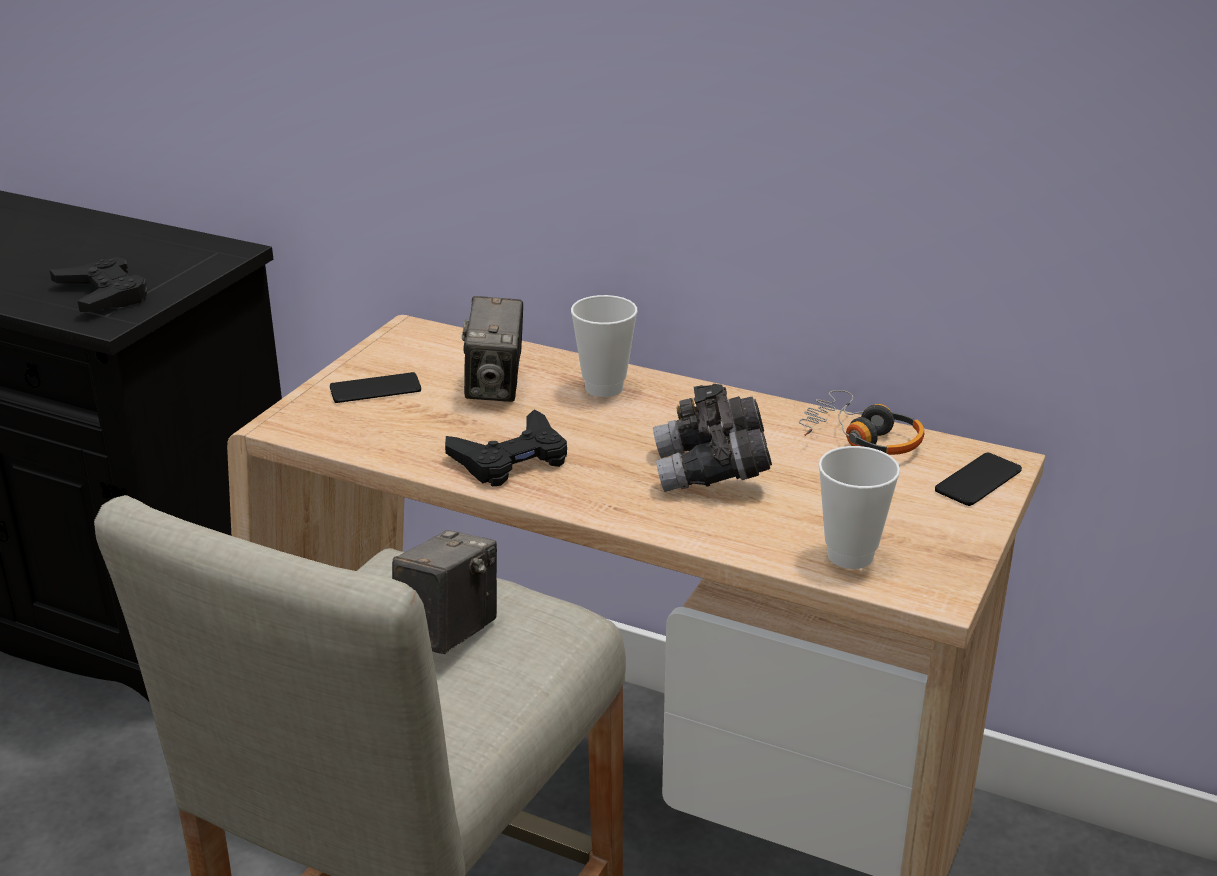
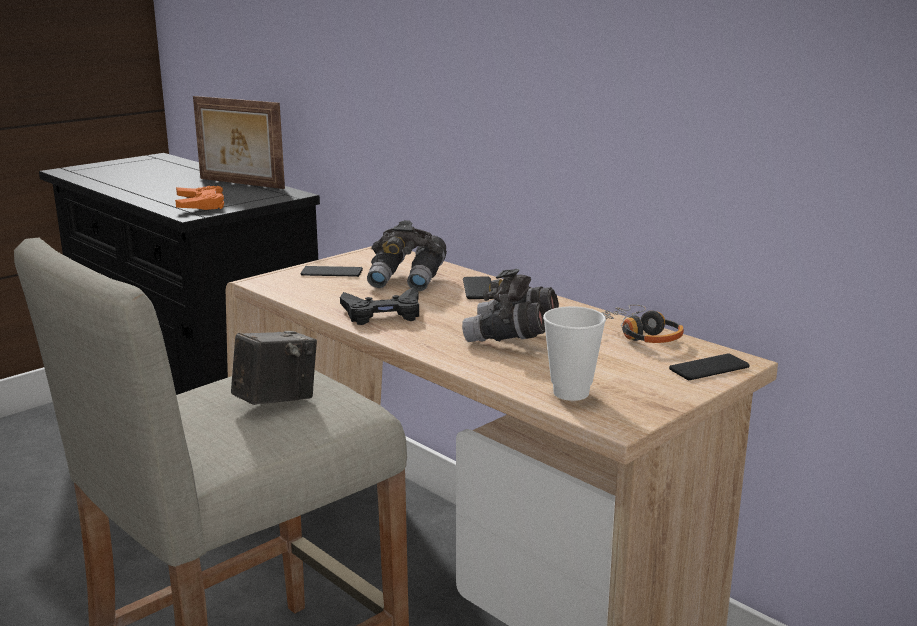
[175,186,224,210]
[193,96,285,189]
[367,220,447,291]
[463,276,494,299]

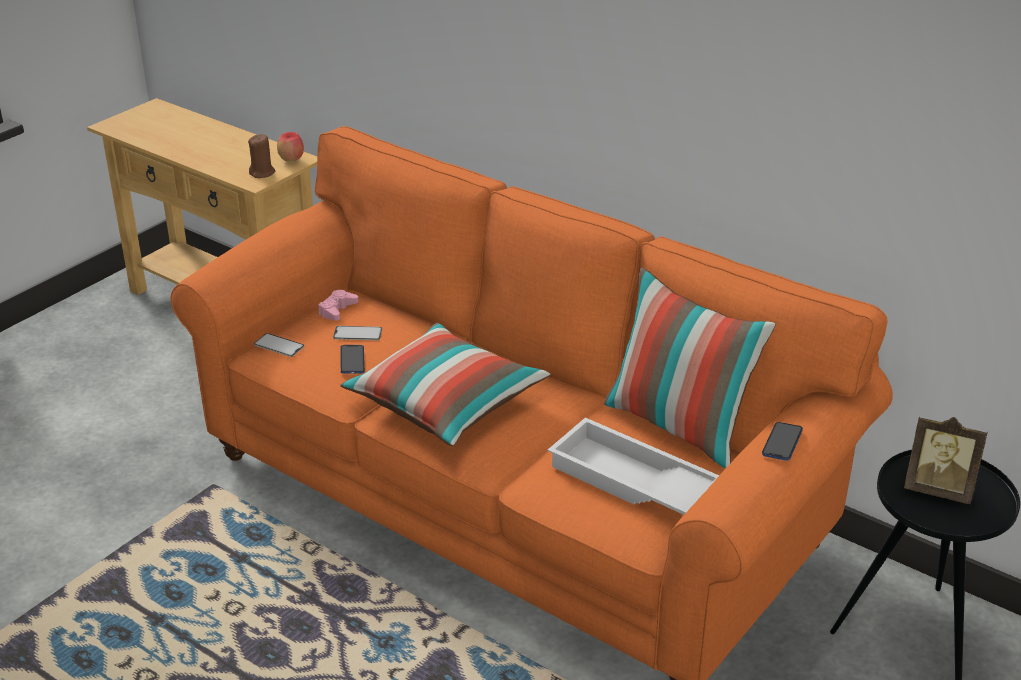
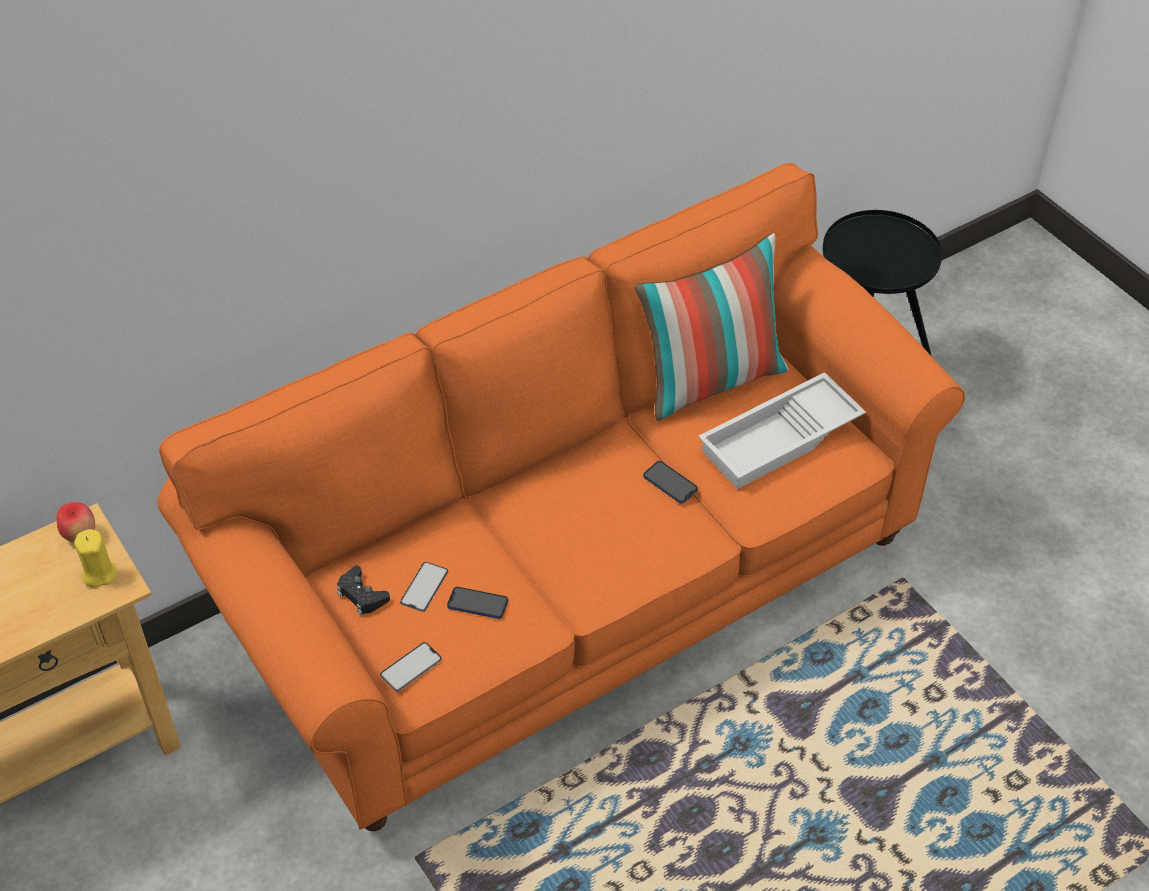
[74,529,116,588]
[337,566,390,615]
[643,461,698,504]
[341,323,550,446] (first image)
[904,416,988,504] (first image)

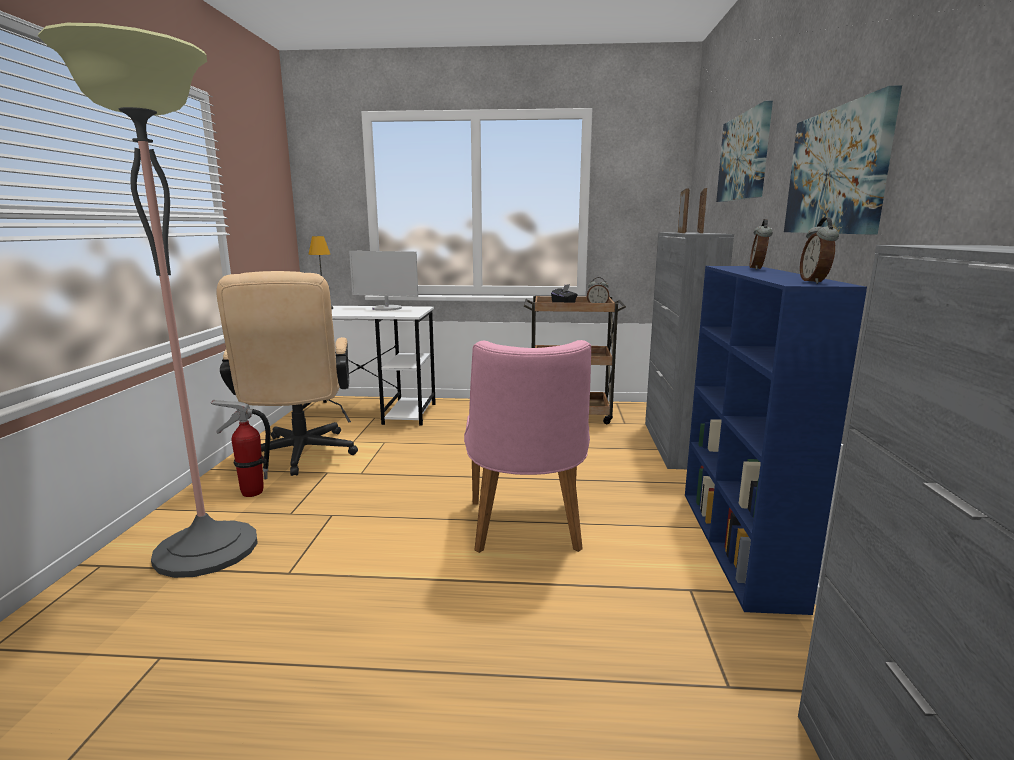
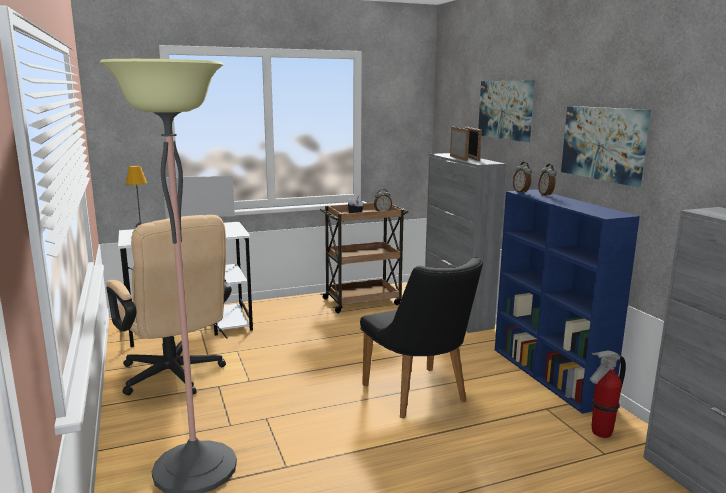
[360,257,483,419]
[513,162,532,194]
[590,350,626,438]

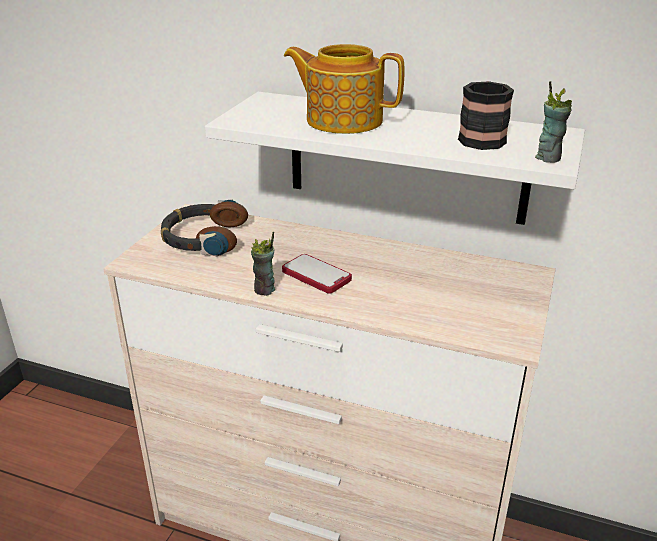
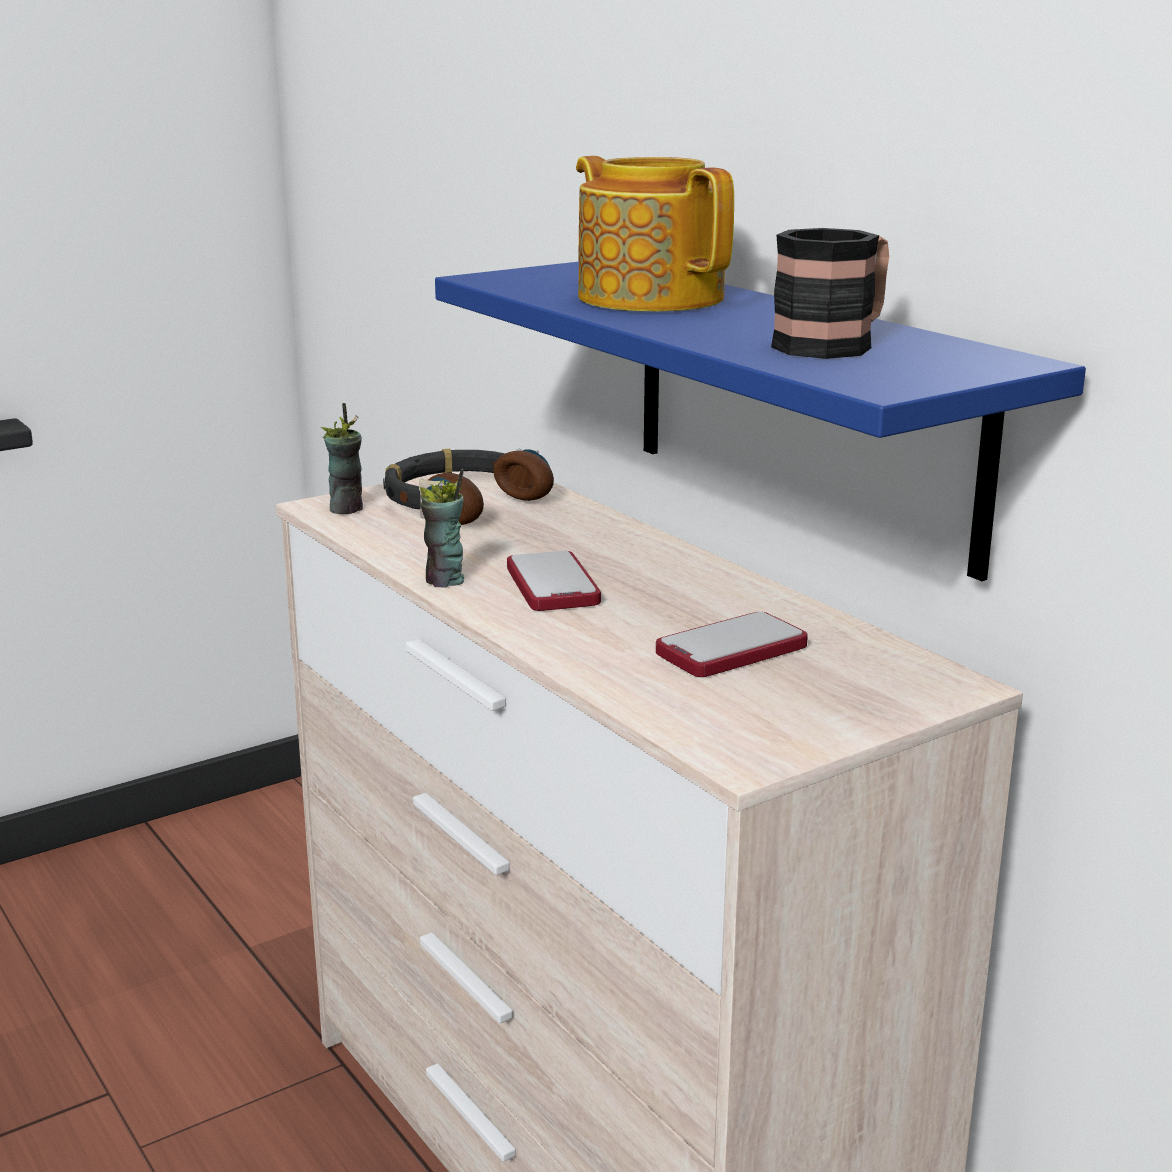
[320,403,363,514]
[435,262,1086,581]
[656,612,808,677]

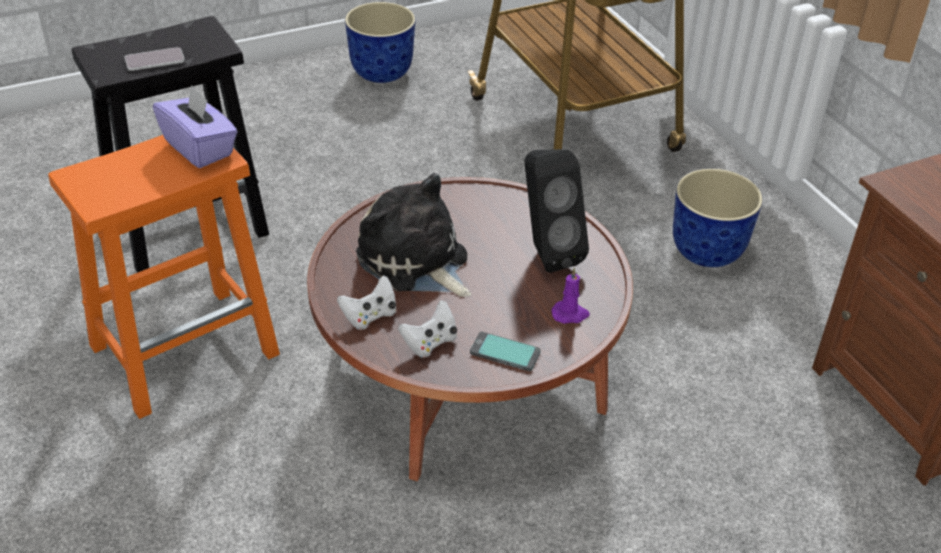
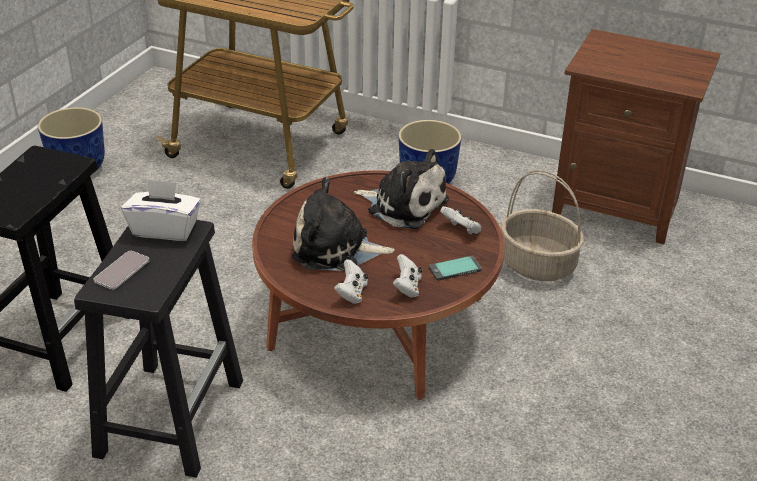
[74,220,243,478]
[94,251,149,290]
[121,179,201,241]
[354,149,449,229]
[440,206,481,235]
[501,170,584,281]

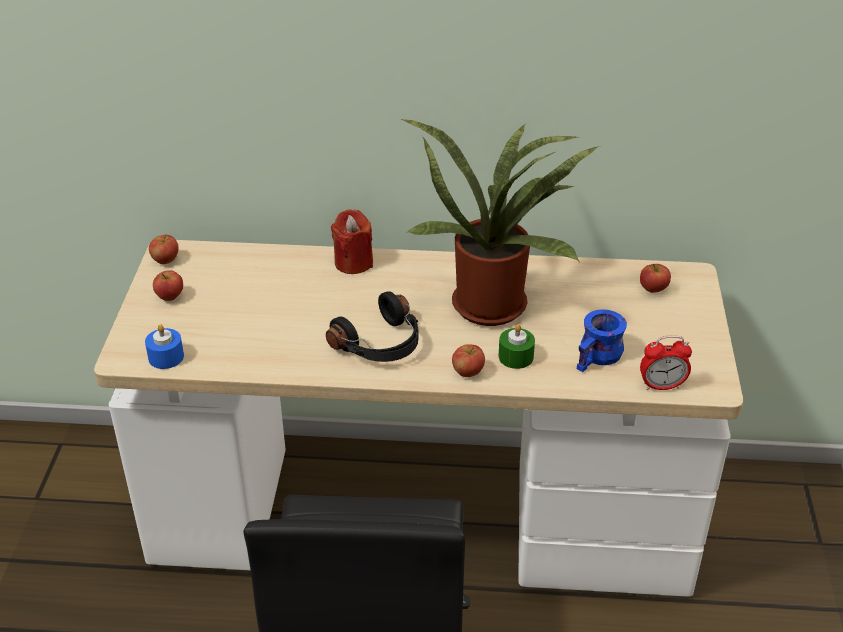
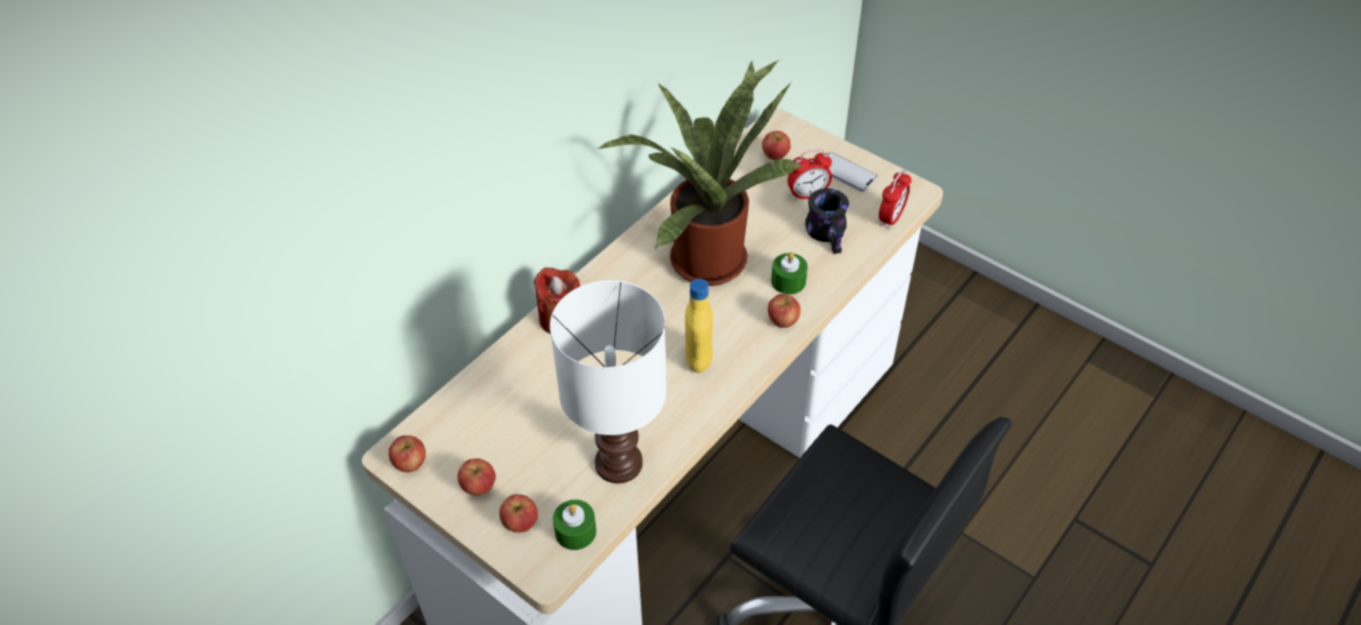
[499,494,538,532]
[550,280,667,484]
[553,500,596,550]
[685,279,713,373]
[787,149,832,201]
[805,188,849,254]
[828,152,877,192]

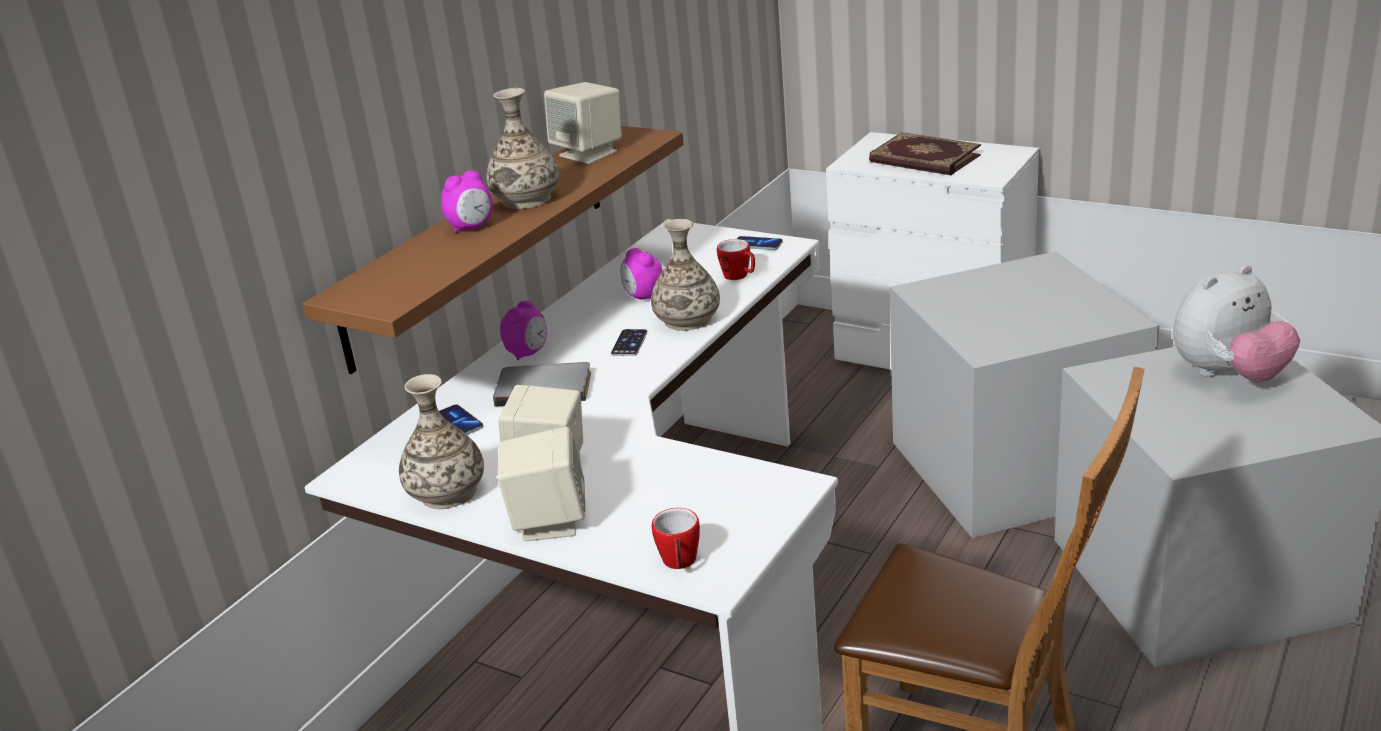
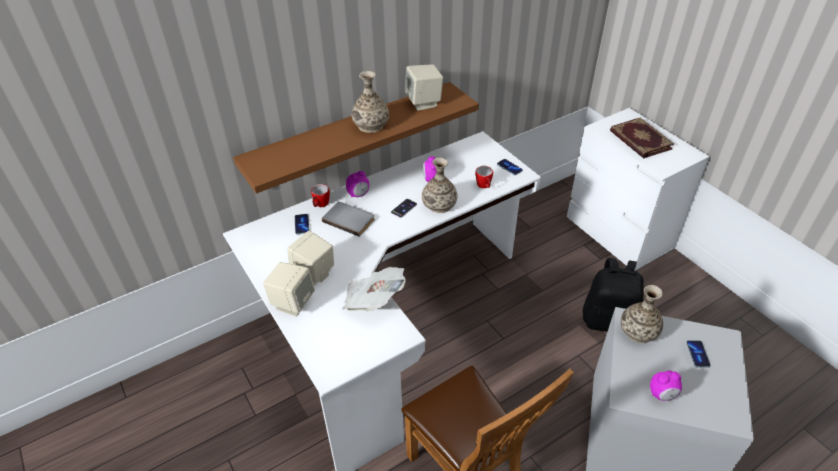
[311,184,330,207]
[342,267,406,311]
[583,258,644,332]
[620,285,663,343]
[650,370,682,401]
[686,340,711,368]

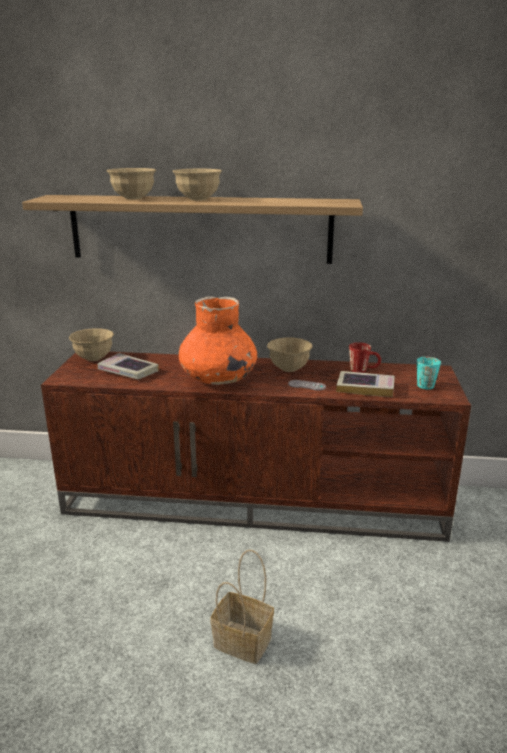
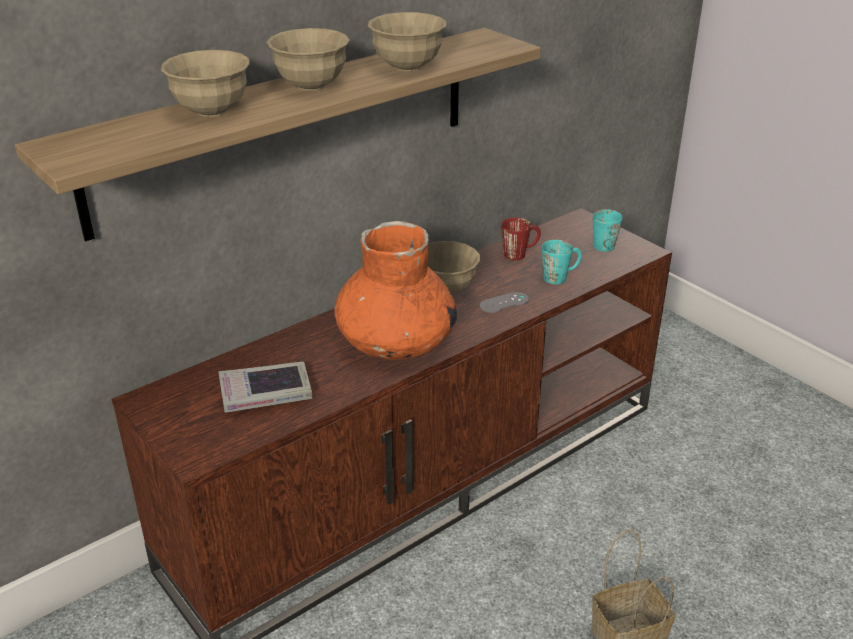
[368,12,446,71]
[542,240,582,284]

